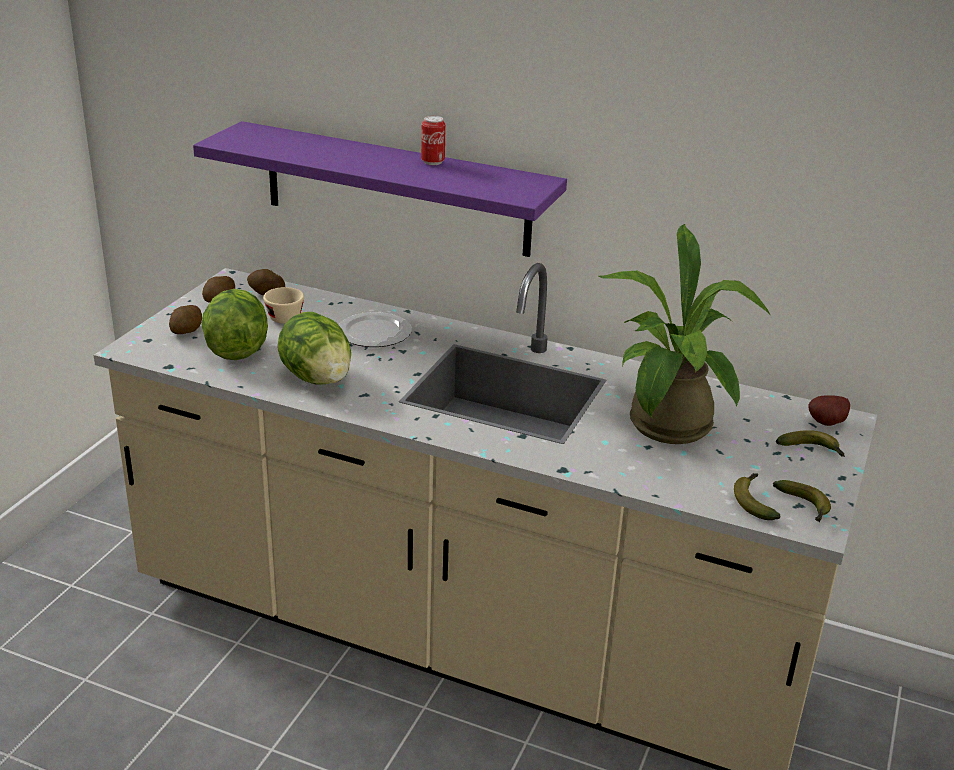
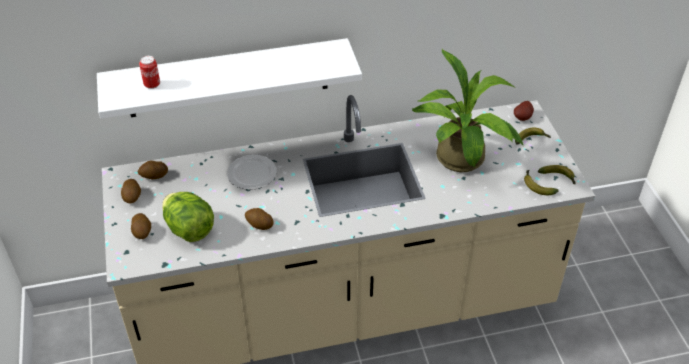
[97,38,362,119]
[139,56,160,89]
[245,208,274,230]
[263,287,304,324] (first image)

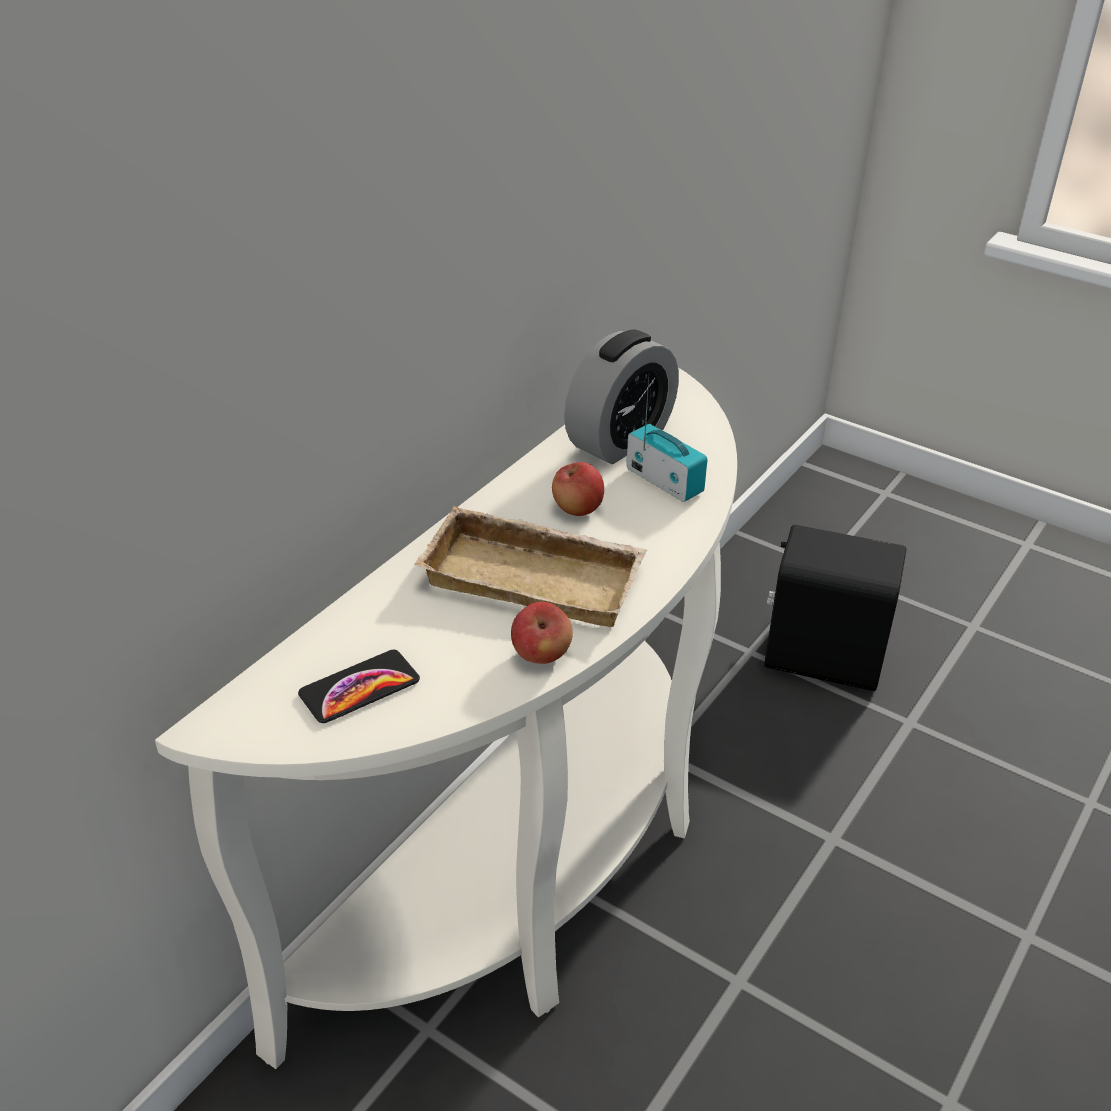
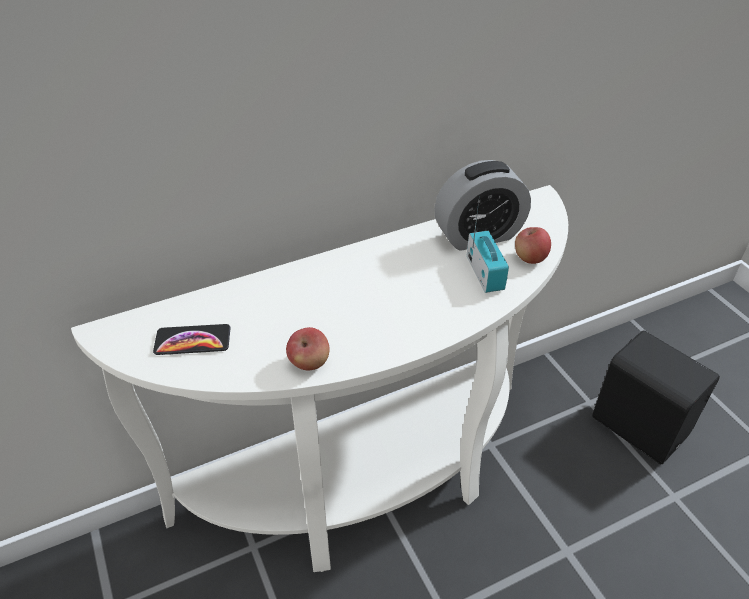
[515,227,551,264]
[415,506,647,627] (first image)

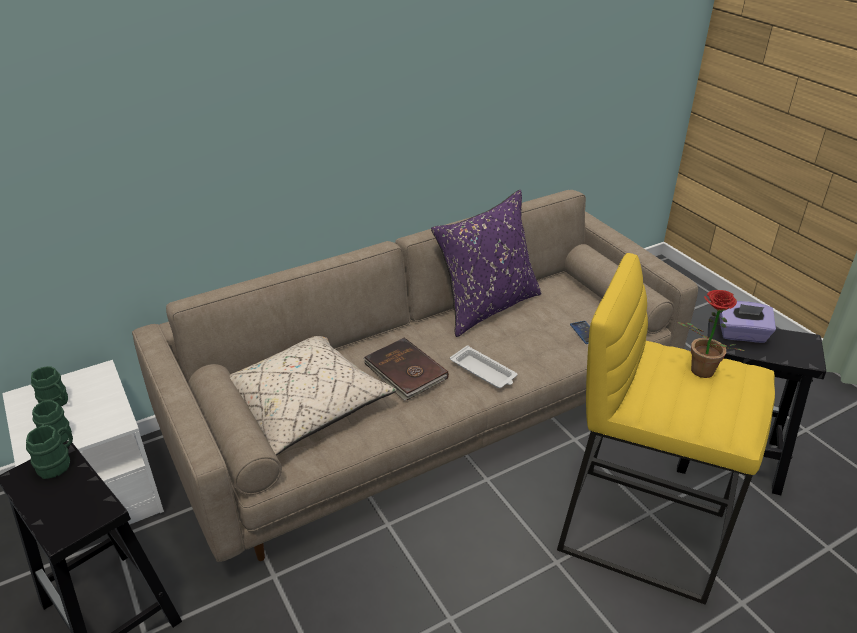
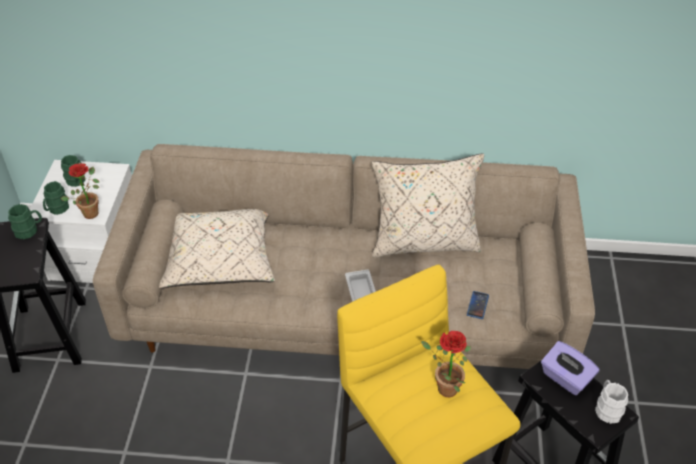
[61,163,99,219]
[371,153,484,258]
[595,380,628,424]
[363,337,449,401] (first image)

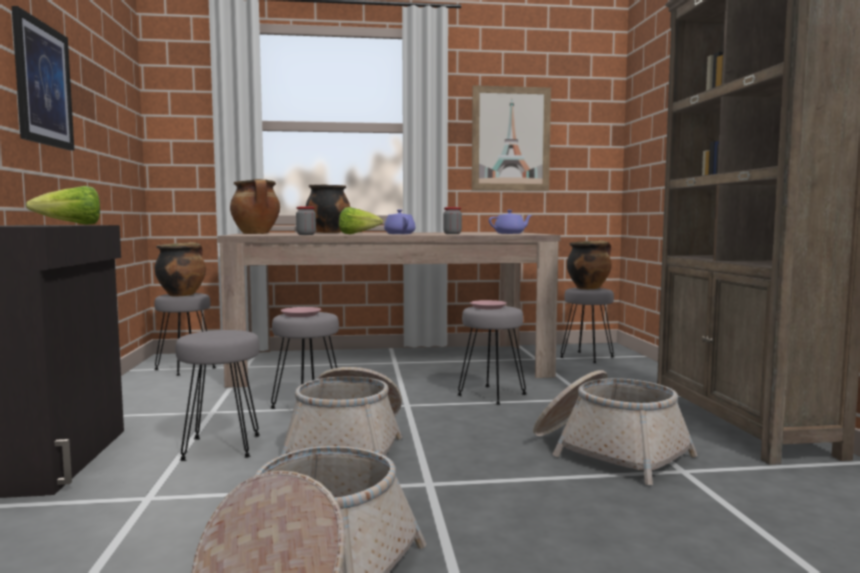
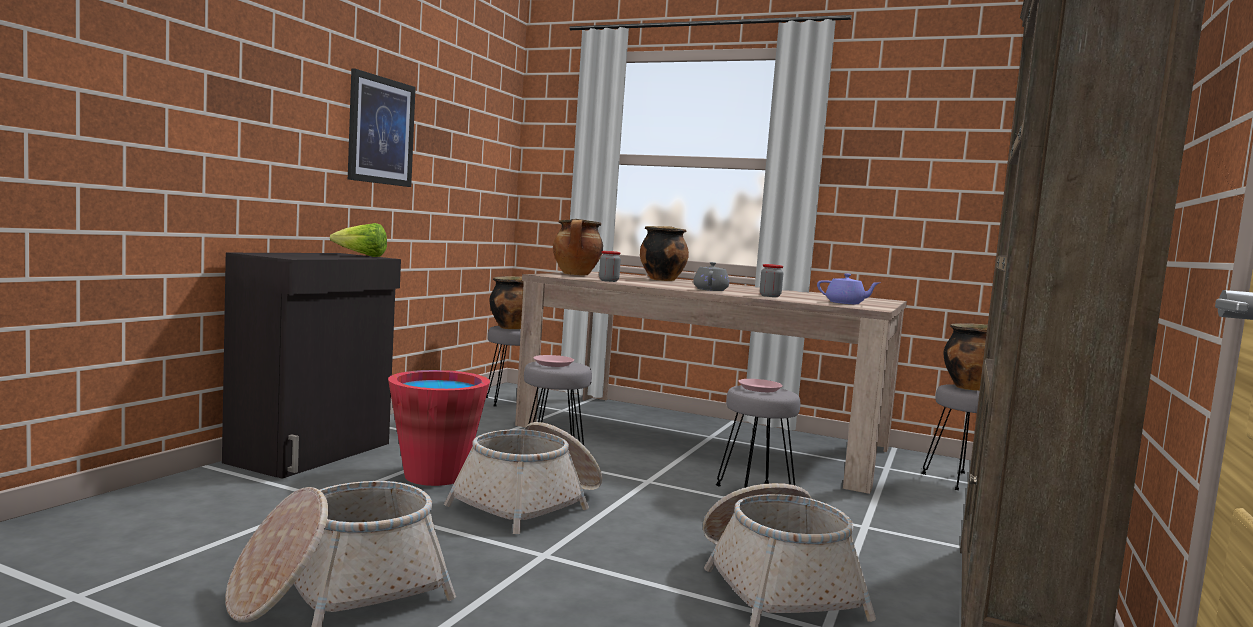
[388,370,490,486]
[693,262,729,291]
[339,207,383,234] (first image)
[472,85,551,191] (first image)

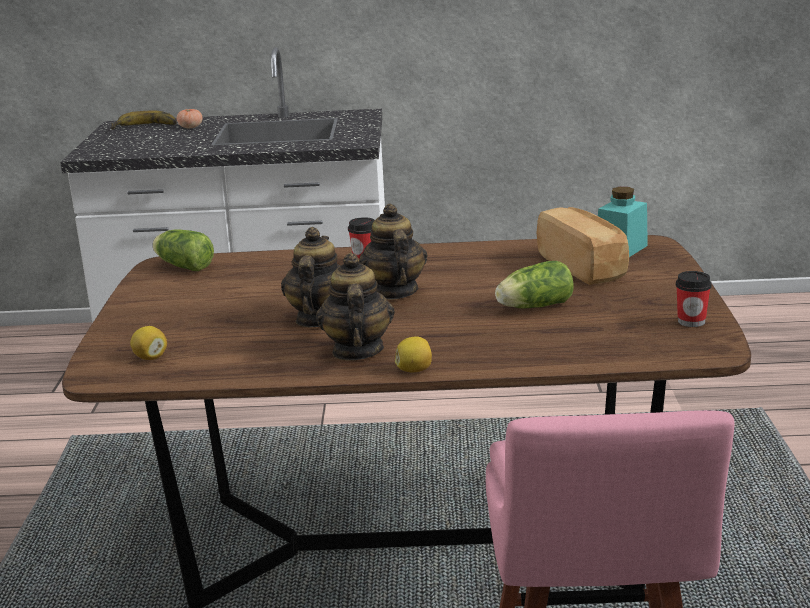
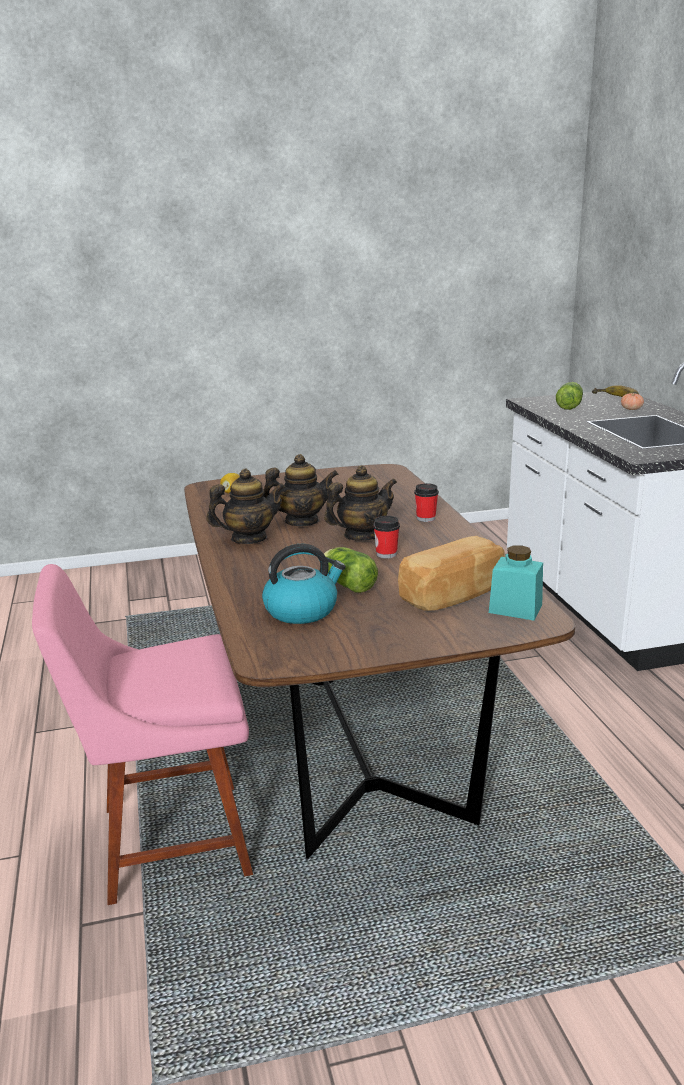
[262,544,346,624]
[373,516,400,559]
[556,382,583,410]
[395,336,432,372] (first image)

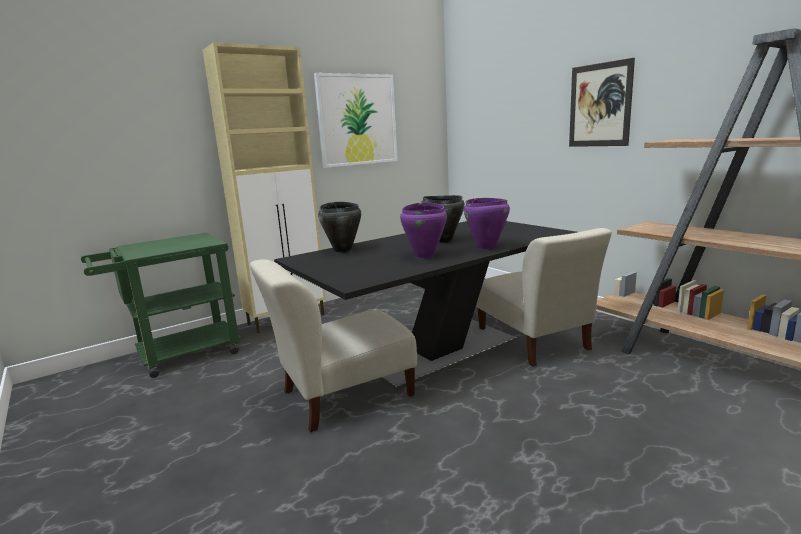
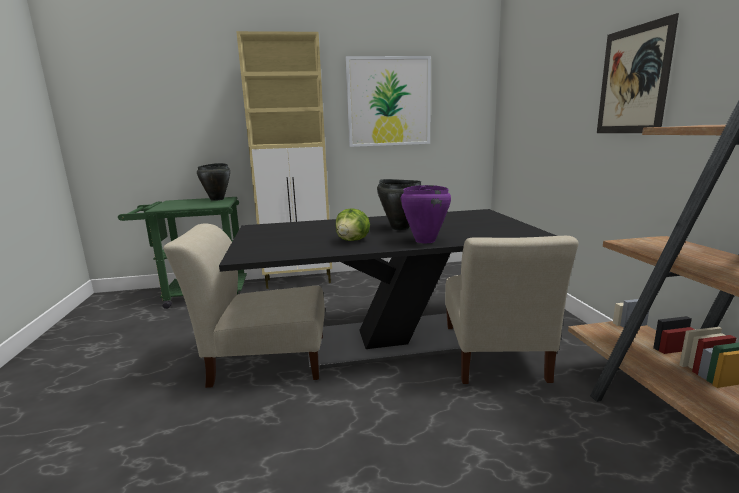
[197,163,230,201]
[335,208,370,241]

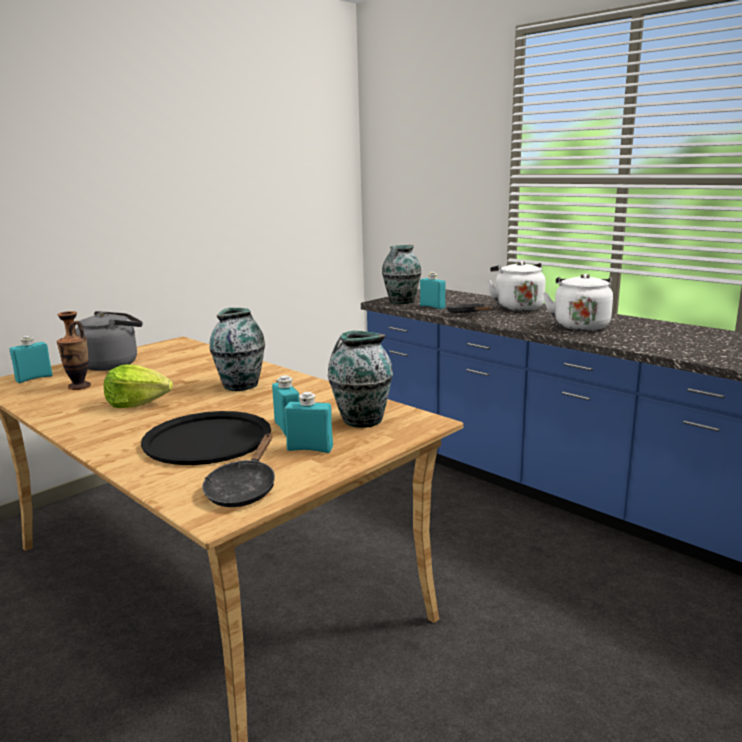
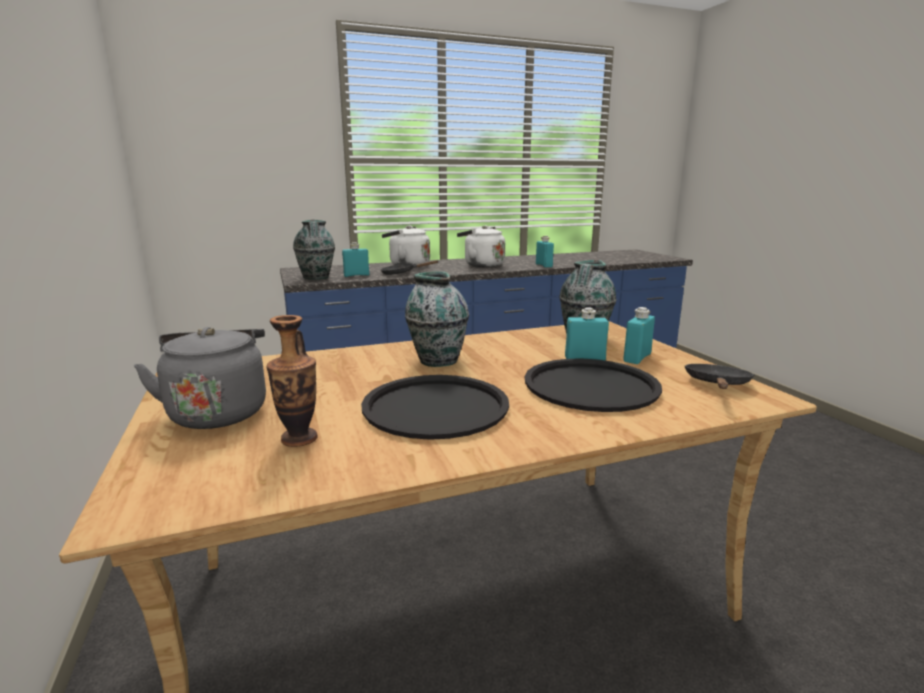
[361,375,509,440]
[536,236,554,267]
[685,364,755,389]

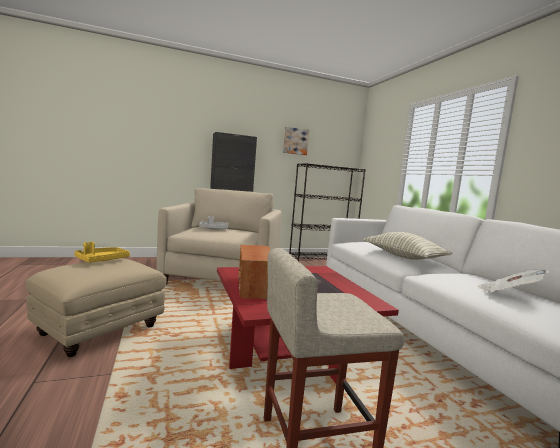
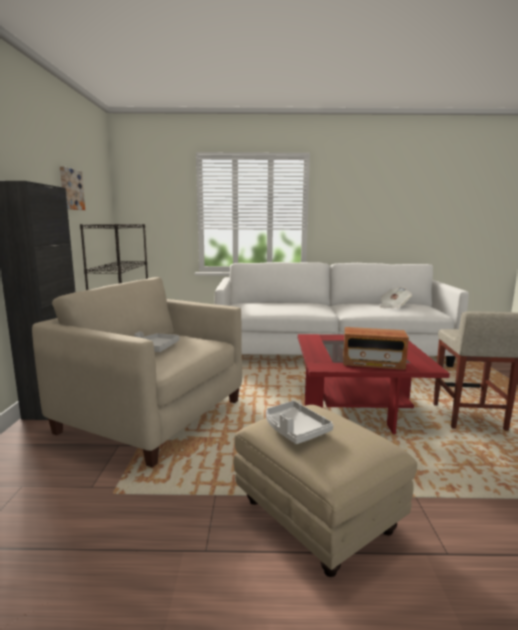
[266,401,333,444]
[363,232,452,260] (first image)

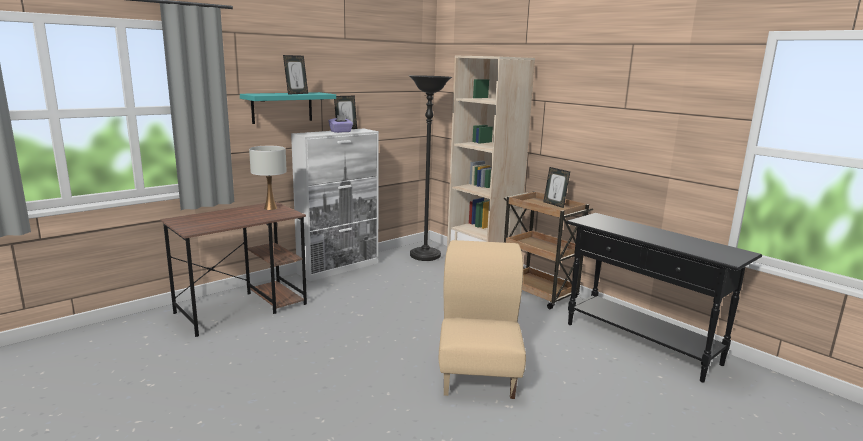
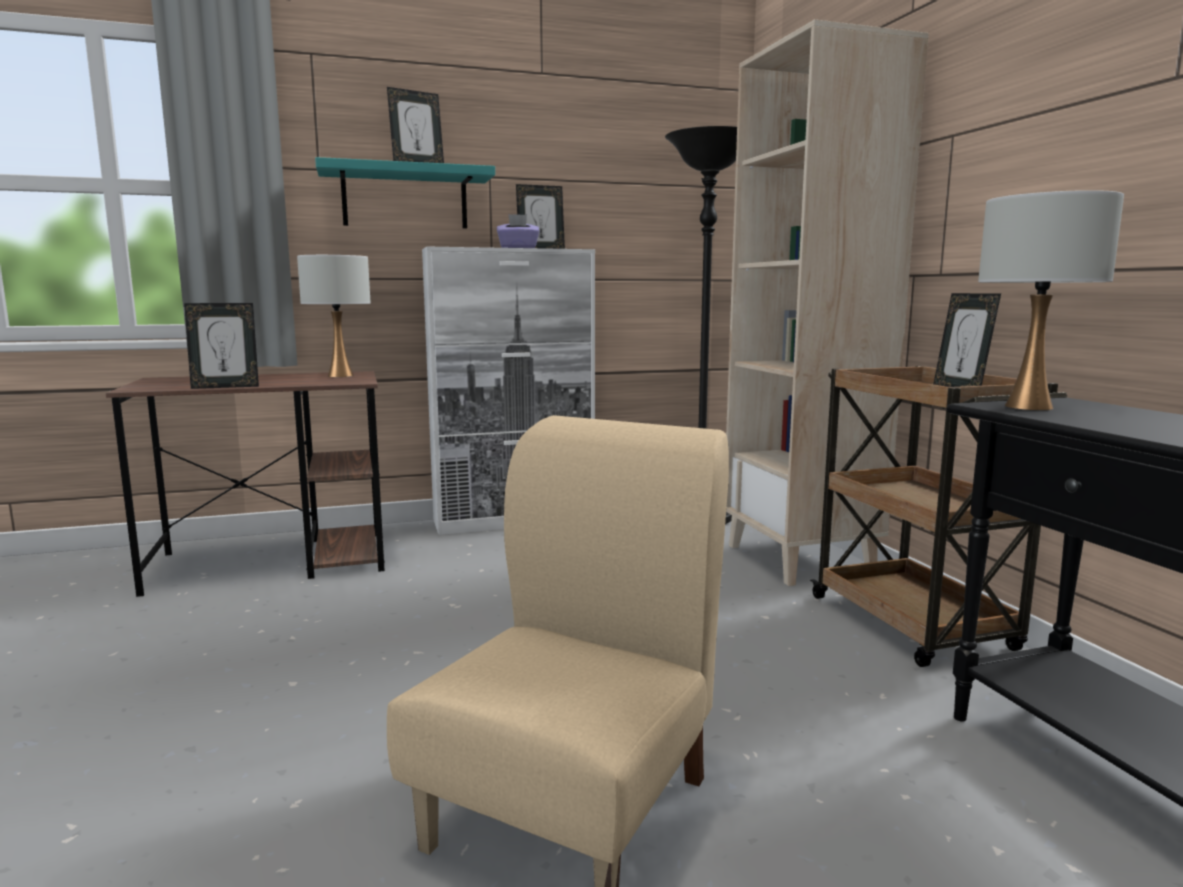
[184,303,259,389]
[978,190,1124,410]

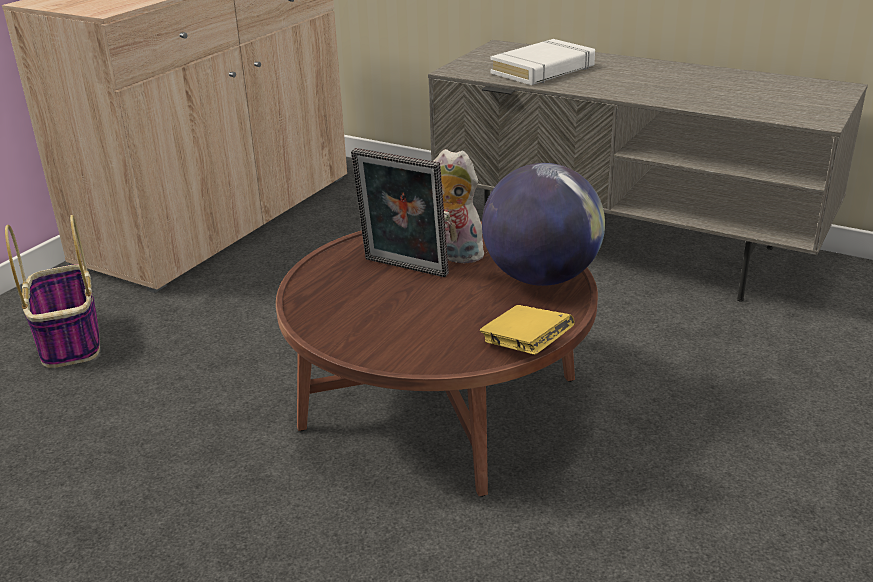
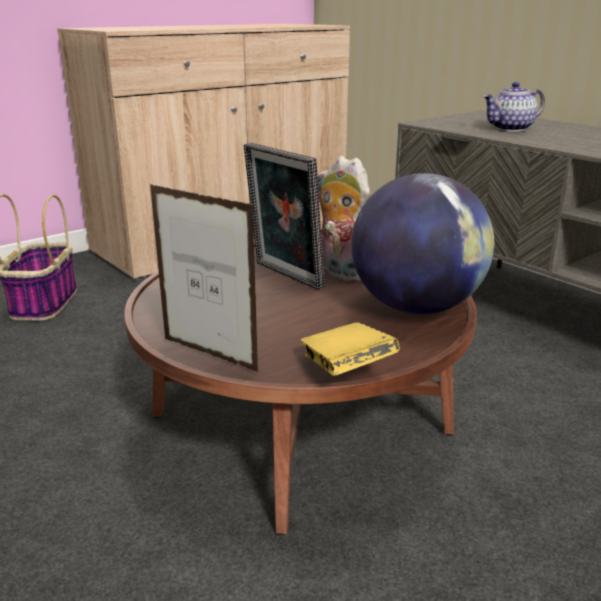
[150,184,259,372]
[483,82,545,131]

